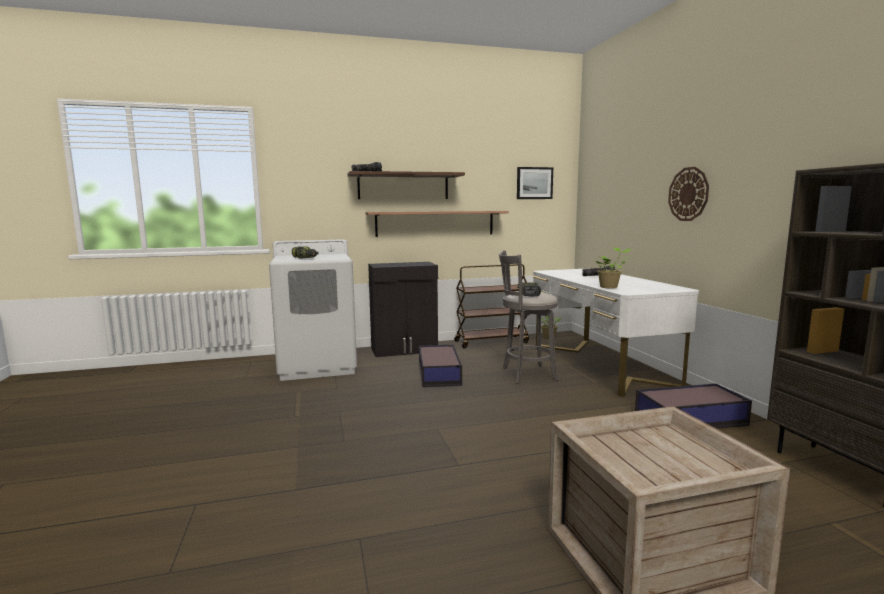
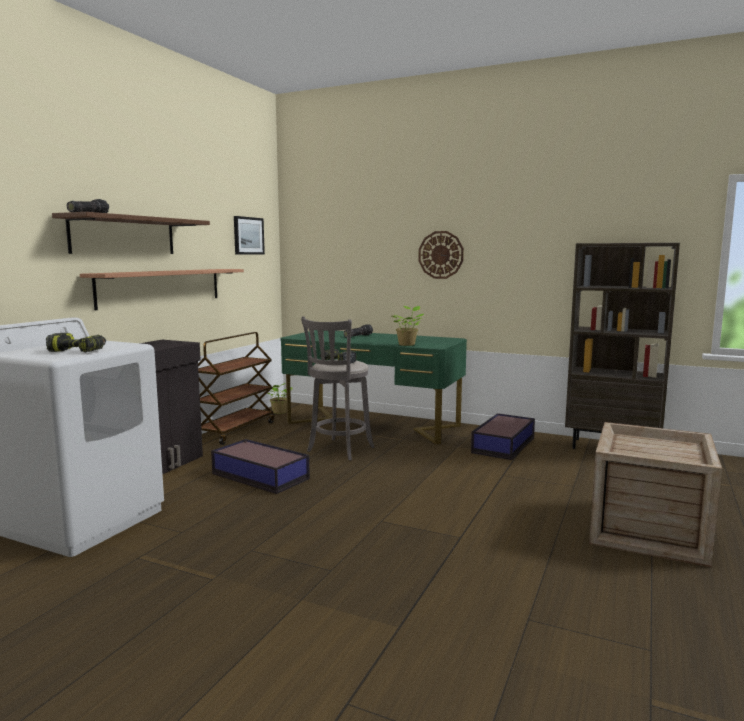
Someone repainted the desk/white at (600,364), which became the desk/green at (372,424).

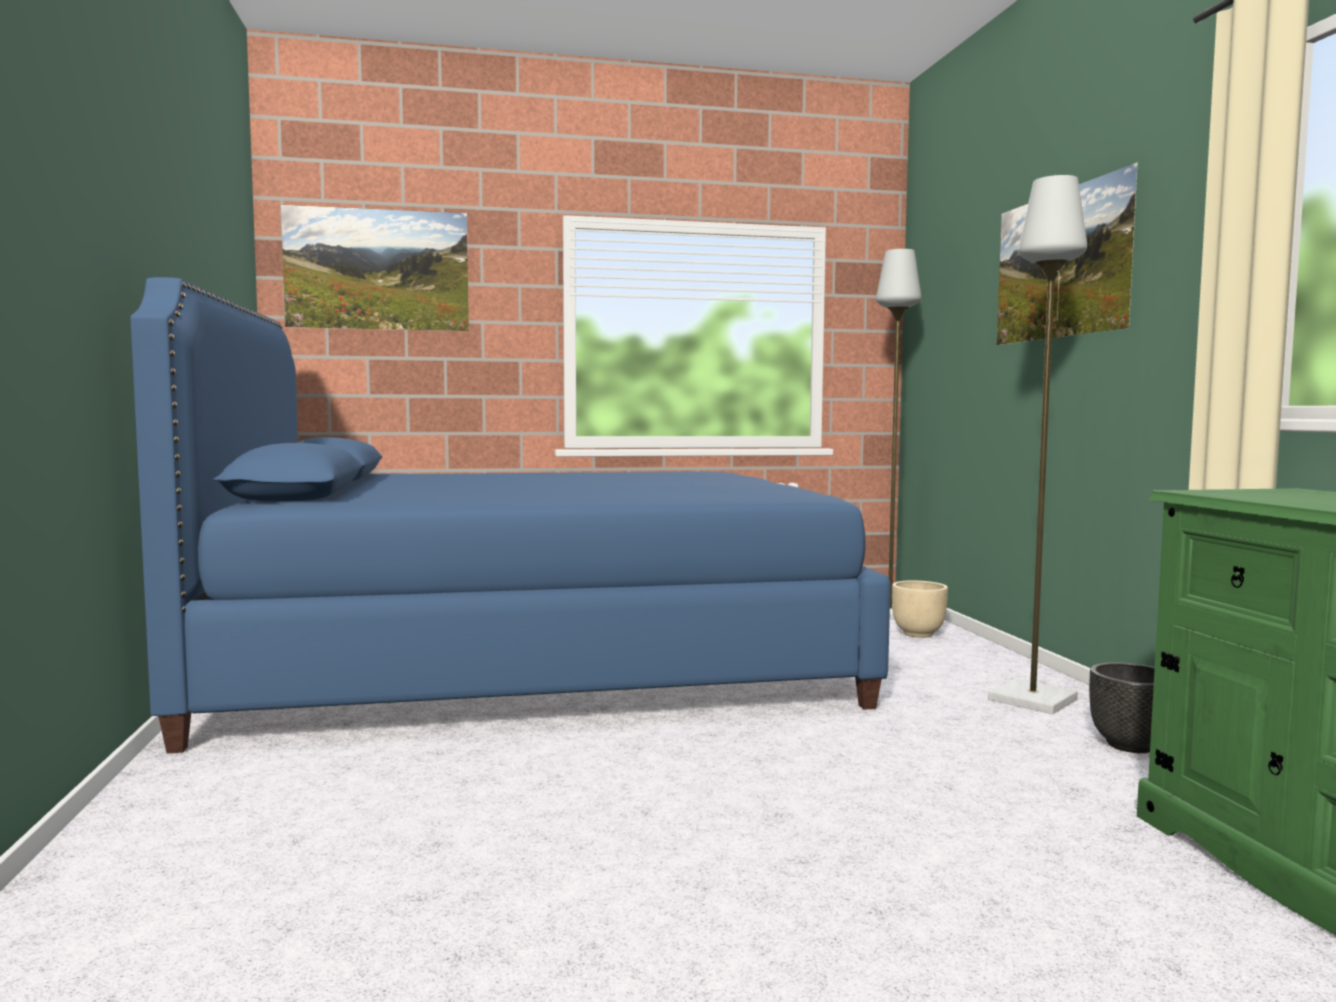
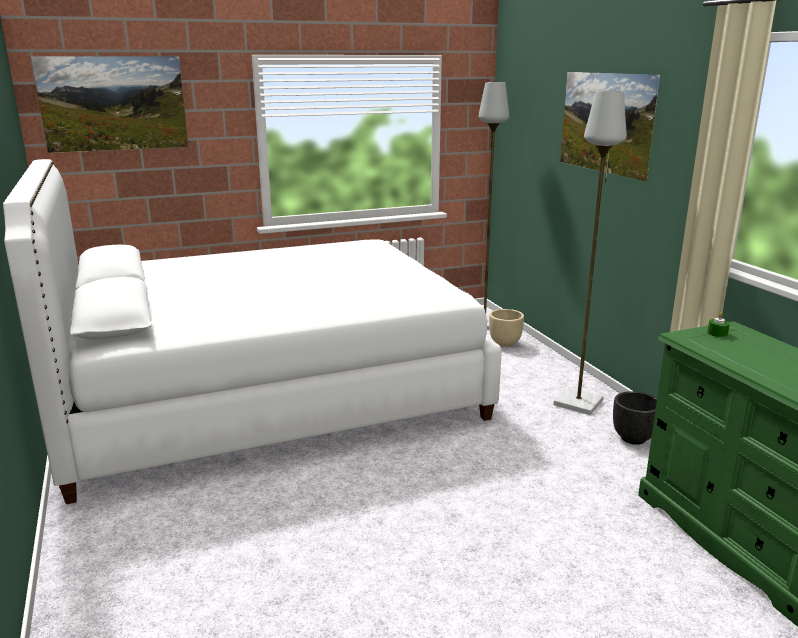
Someone repainted the bed/blue at (532,663), which became the bed/white at (269,393). Someone put down the candle/green at (717,333).

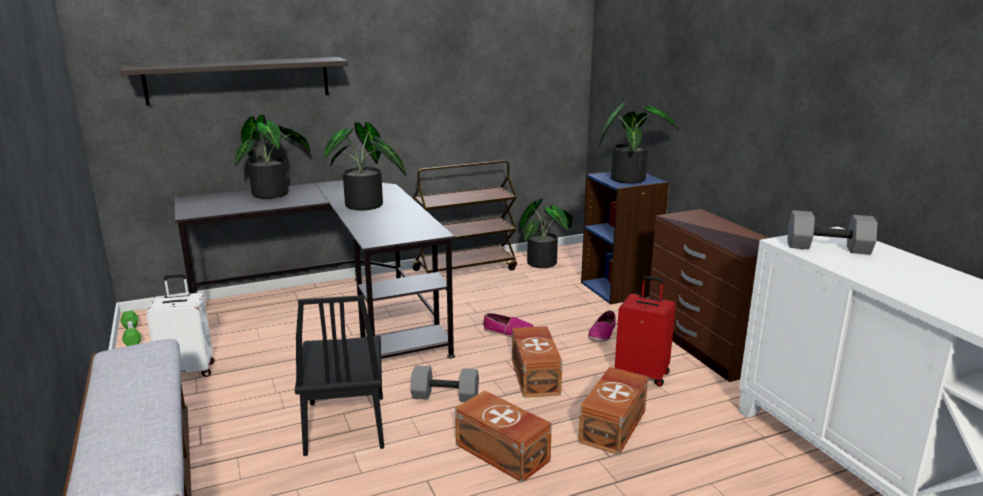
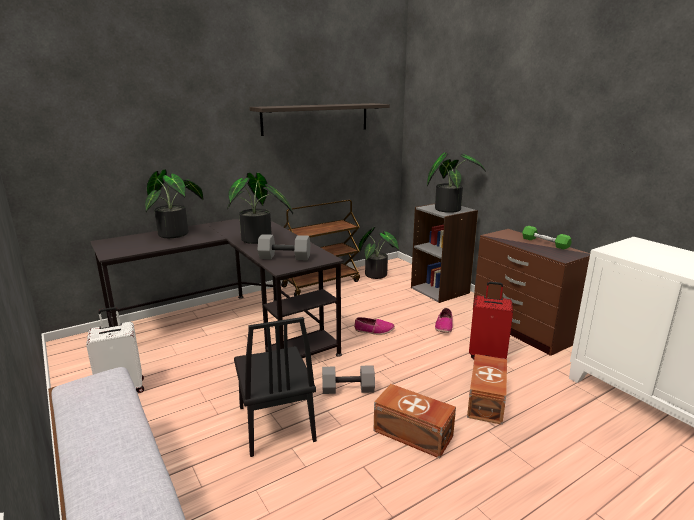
Someone carried the shelf from (239,80) to (316,118). Someone repainted the bookcase/blue at (620,288), which became the bookcase/grey at (440,290). Someone carried the dumbbell/grey from (828,247) to (285,257). Someone carried the dumbbell/green from (132,335) to (545,243). Someone took away the storage box/brown at (536,376).

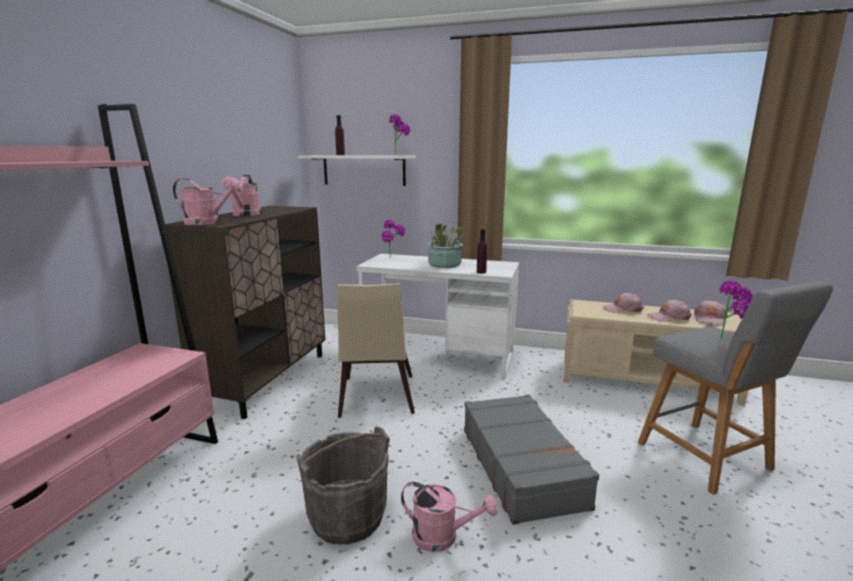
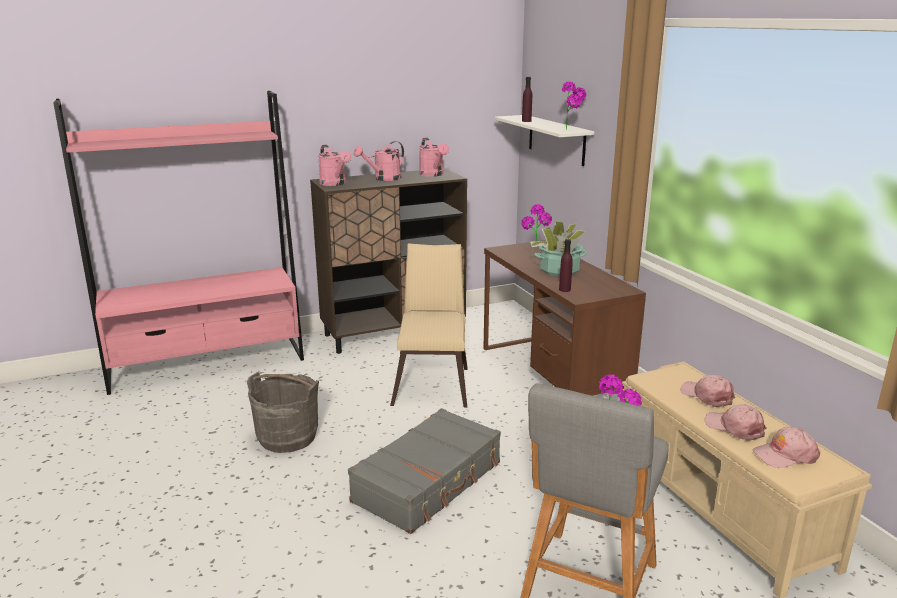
Someone repainted the desk/white at (439,356), which became the desk/brown at (551,376). Someone rotated the chair/beige at (376,399) by 135 degrees clockwise. Someone carried the watering can/pink from (443,537) to (433,175).

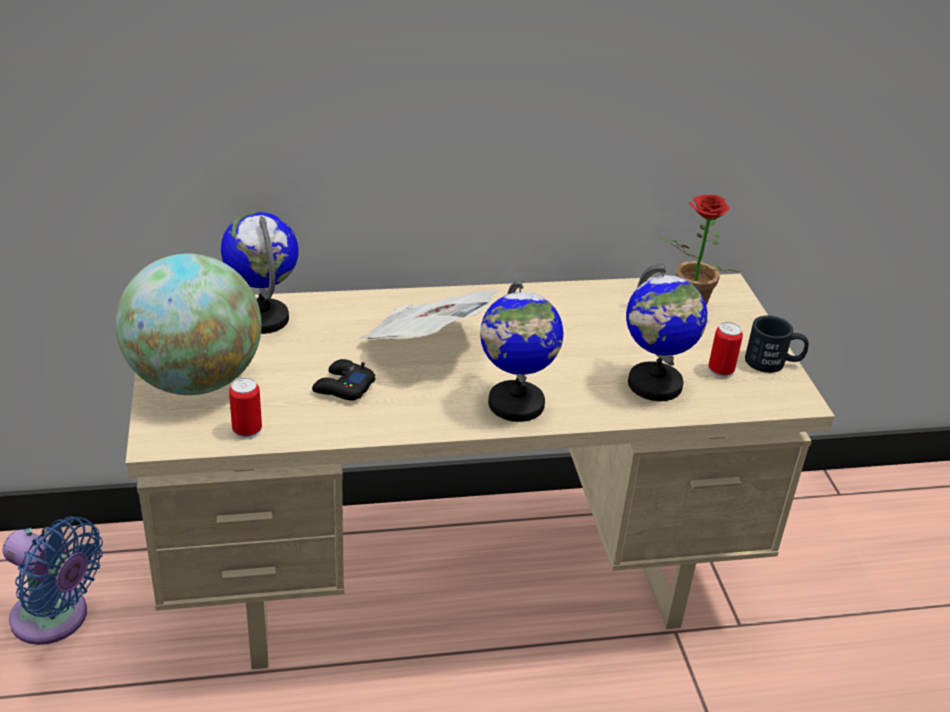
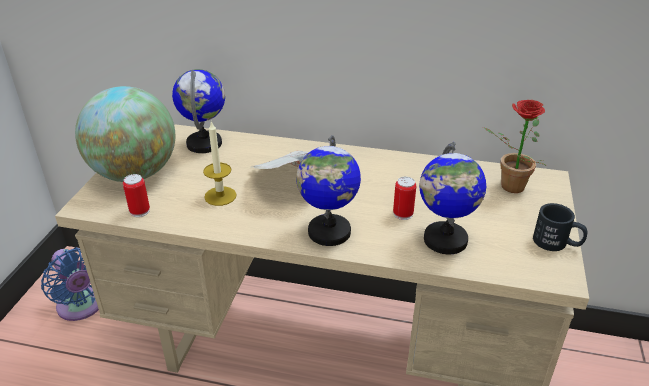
Someone carried the can from (720,370) to (403,214). Someone swapped the game controller/black at (343,387) for the candle at (220,196).

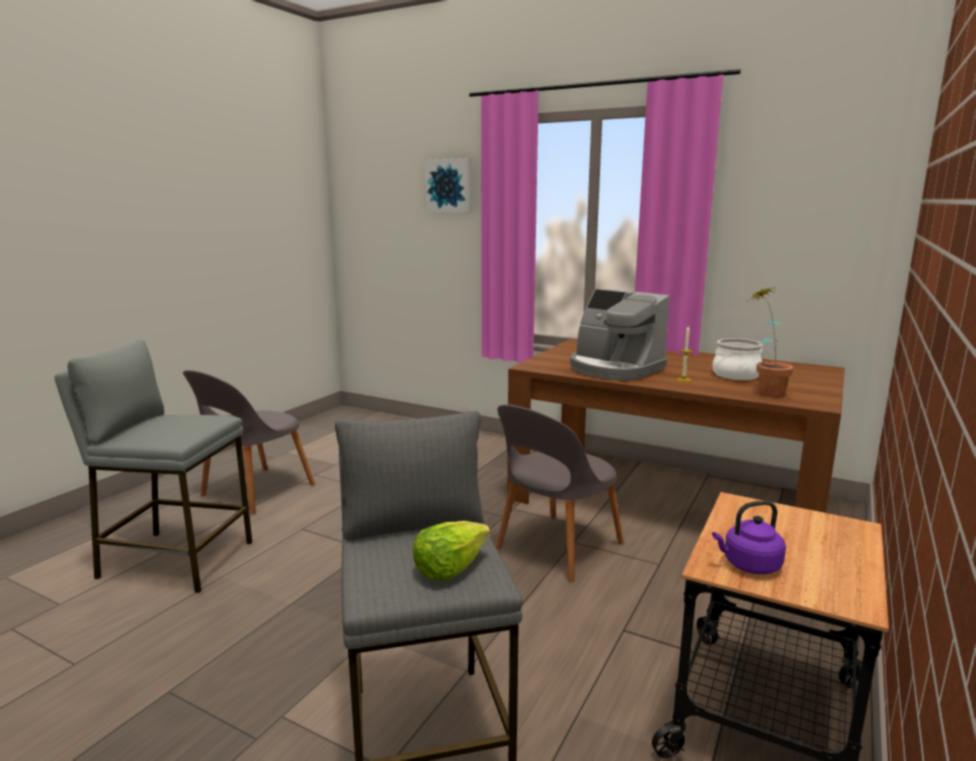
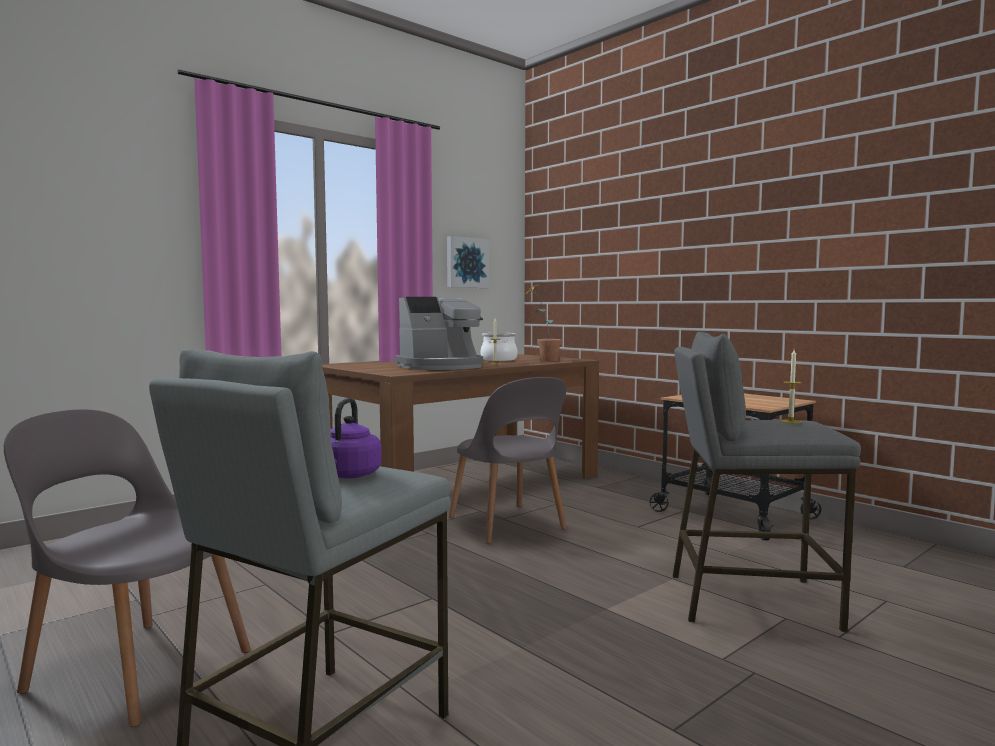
Someone carried the picture from (449,186) to (466,263). Someone rotated the chair/grey at (254,491) by 150 degrees clockwise. Someone carried the kettle/purple from (749,565) to (348,476). Someone swapped the lettuce at (449,567) for the candle at (790,421).

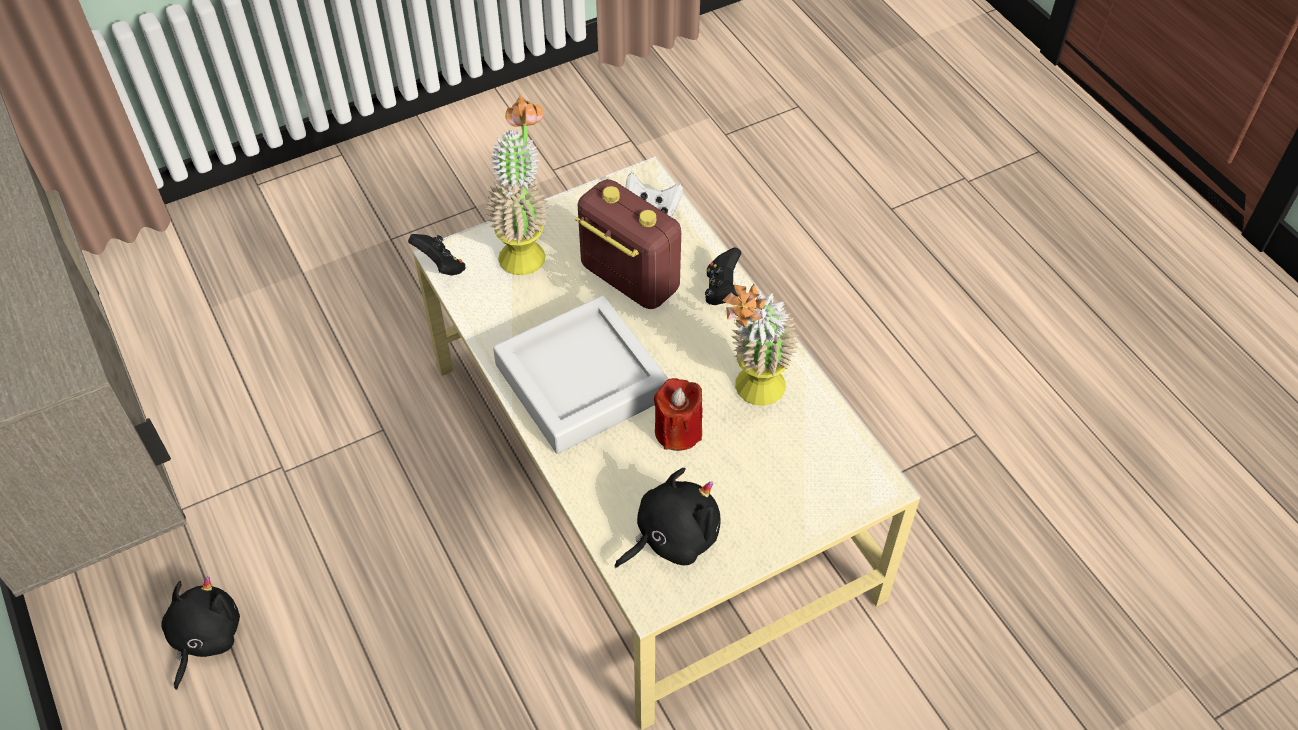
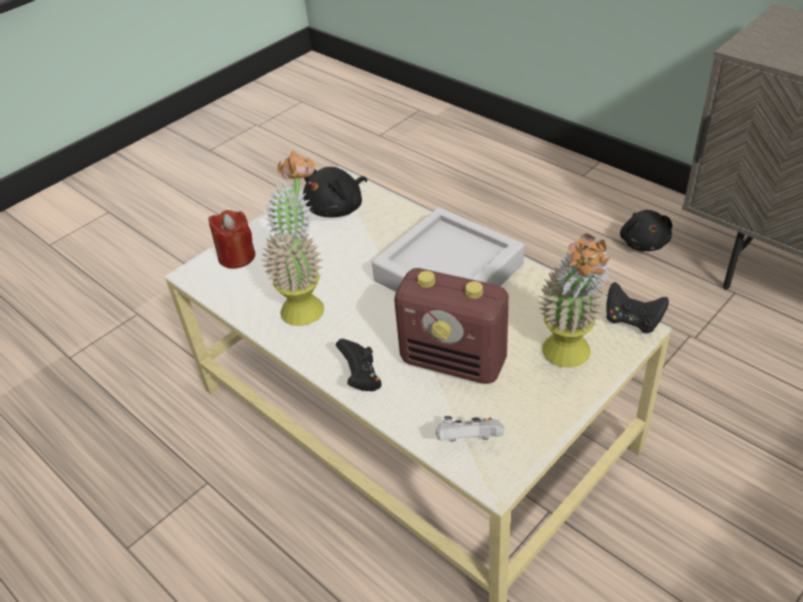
Someone carried the candle/red from (678,431) to (237,256).

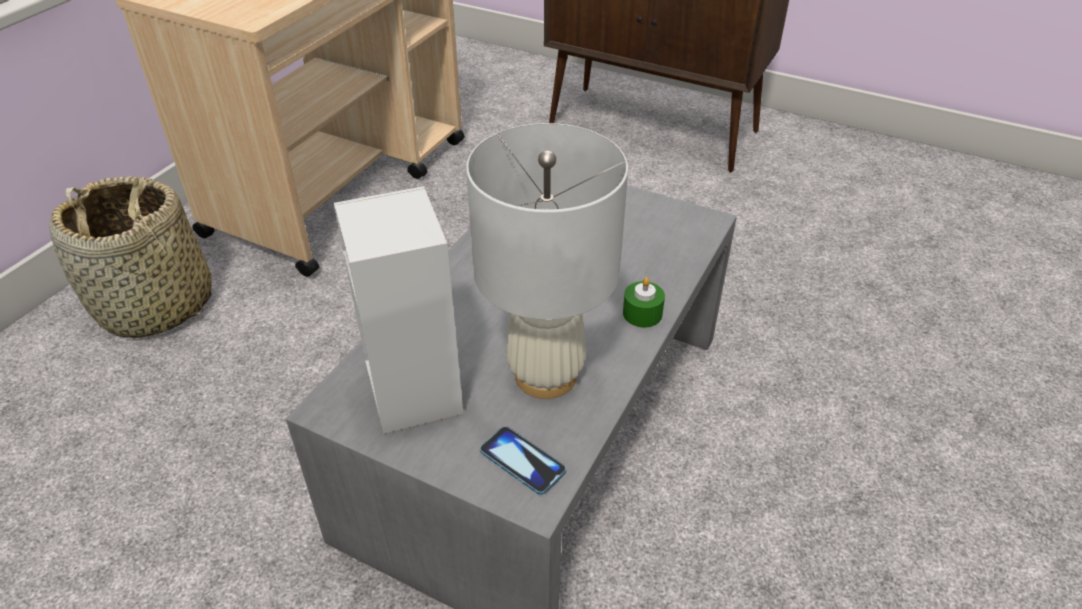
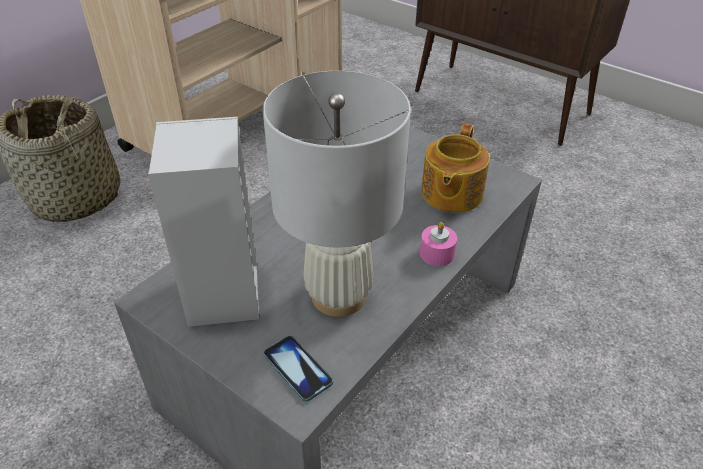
Someone repainted the candle/green at (642,313), which became the candle/pink at (437,253). Someone put down the teapot at (450,194).

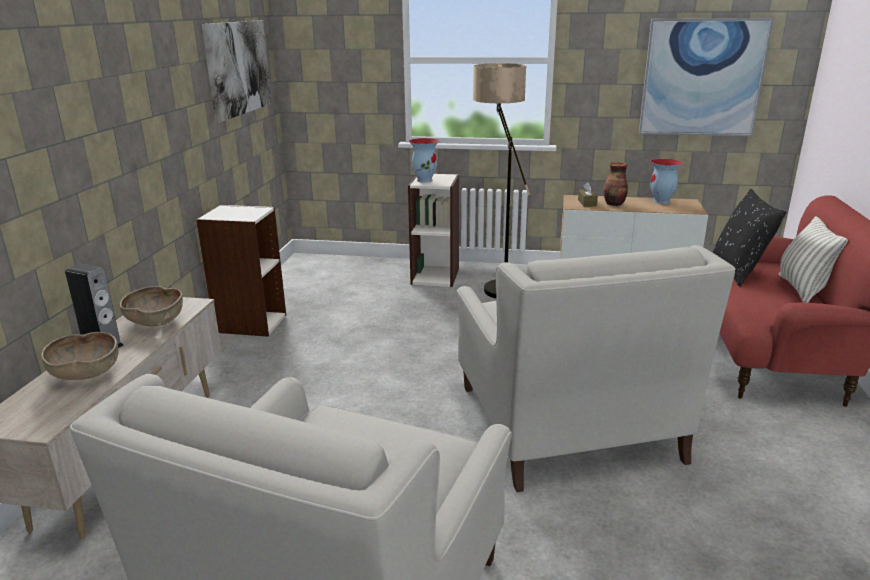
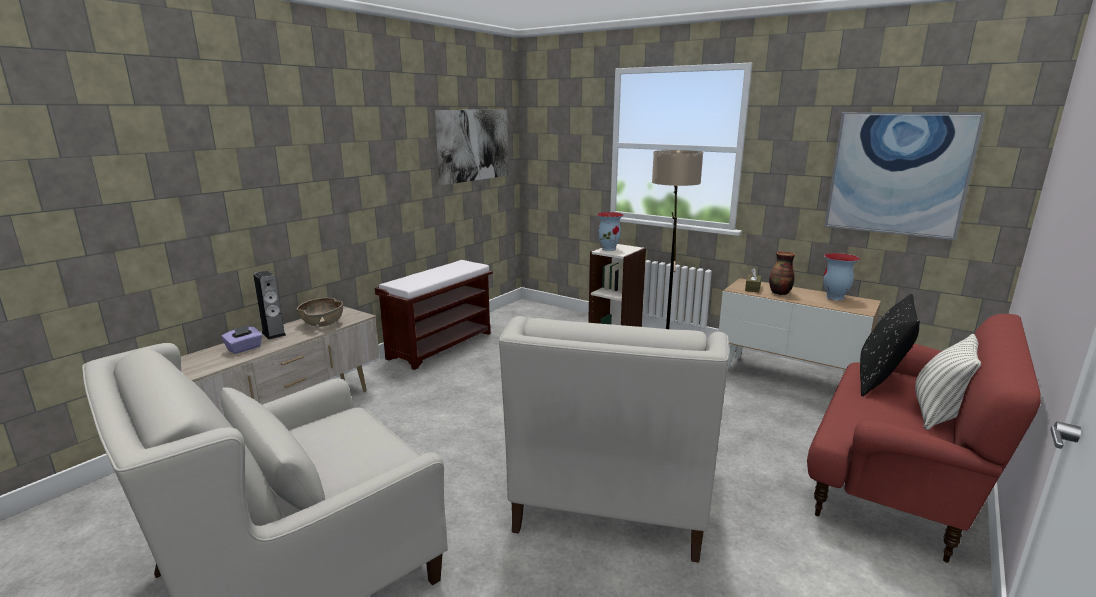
Someone swapped the bookcase at (250,323) for the bench/brown at (441,345). Someone swapped the bowl/brown at (86,373) for the tissue box/purple at (244,348).

